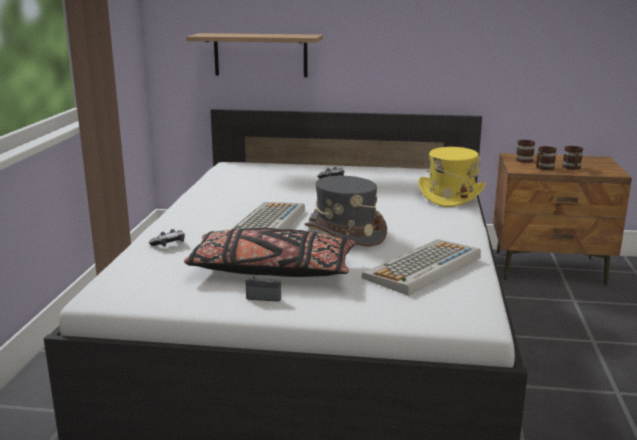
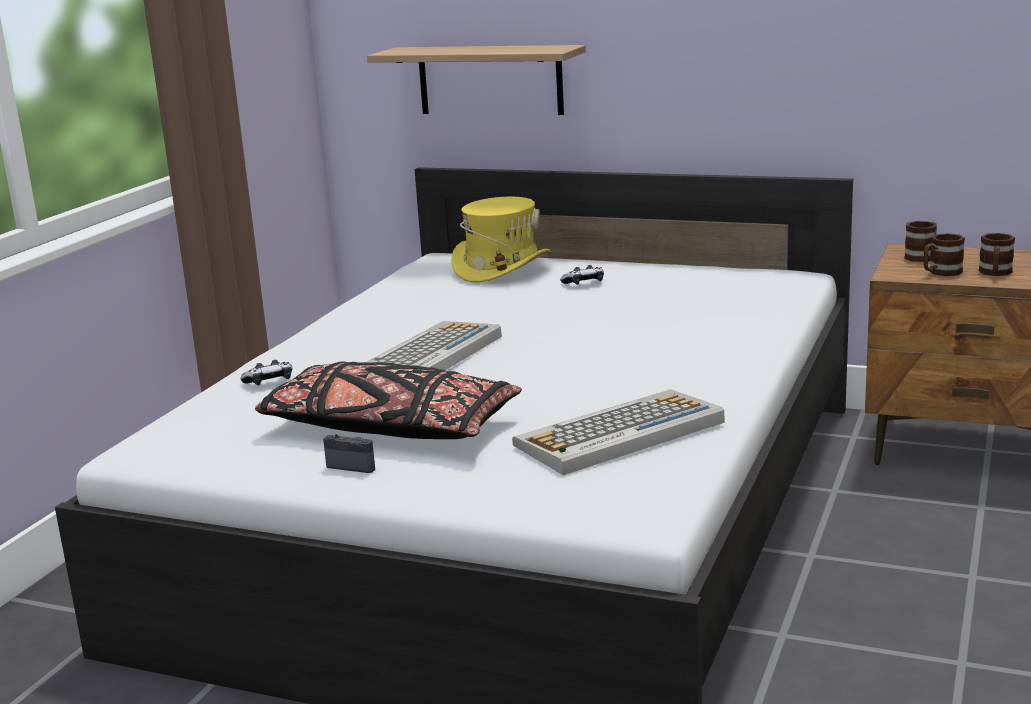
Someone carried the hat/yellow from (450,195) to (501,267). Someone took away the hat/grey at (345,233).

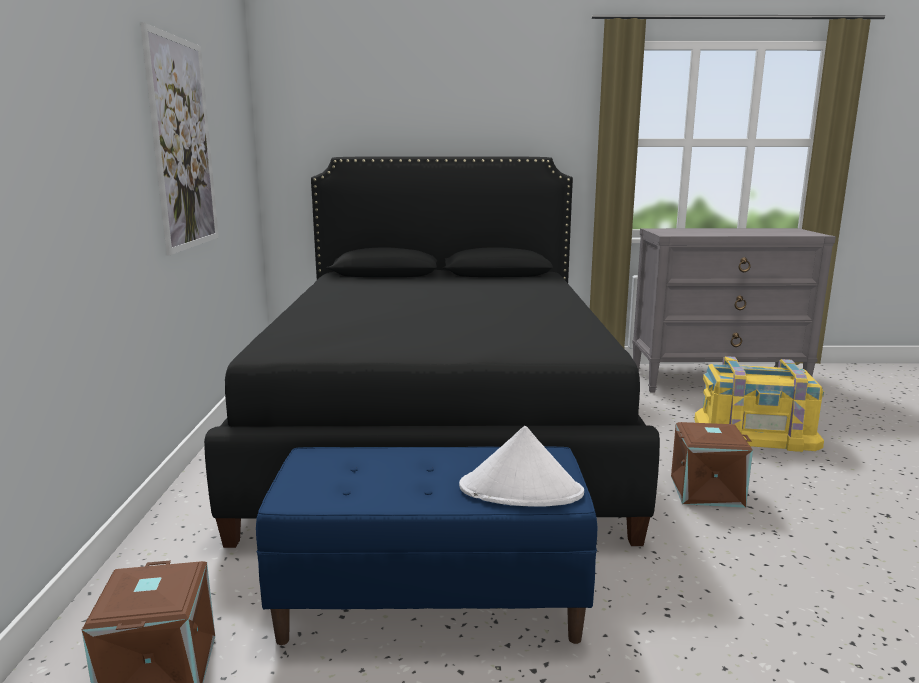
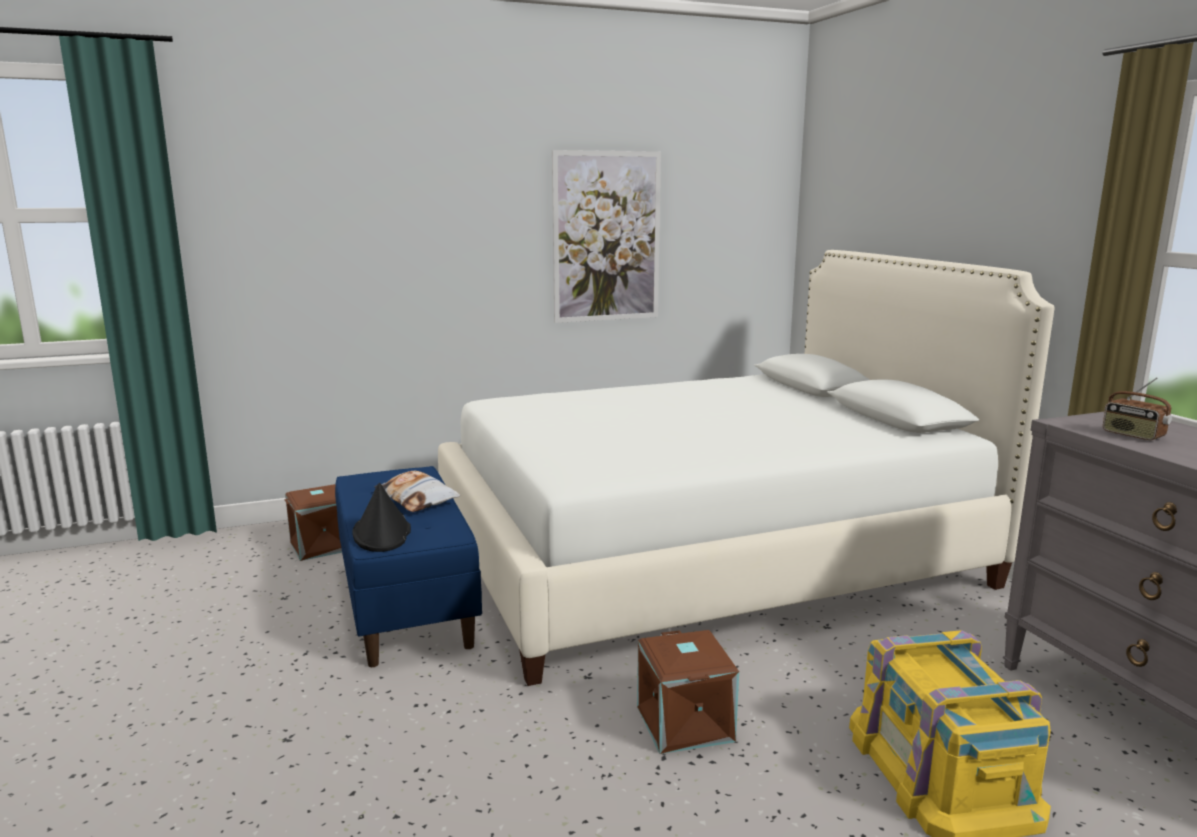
Someone repainted the bed/black at (440,430), which became the bed/white at (706,554). Someone repainted the hat/white at (521,490), which became the hat/black at (382,533). Someone put down the radio at (1132,435). Someone put down the pillow at (417,498).

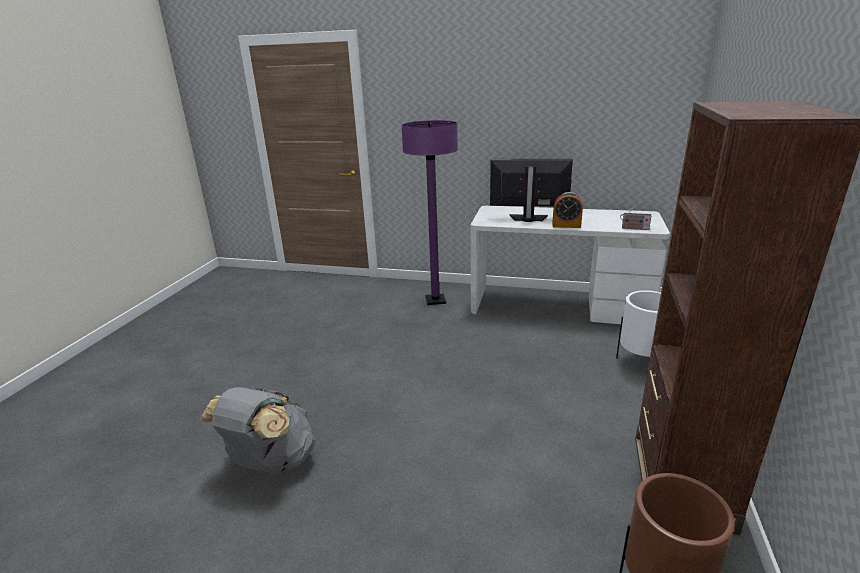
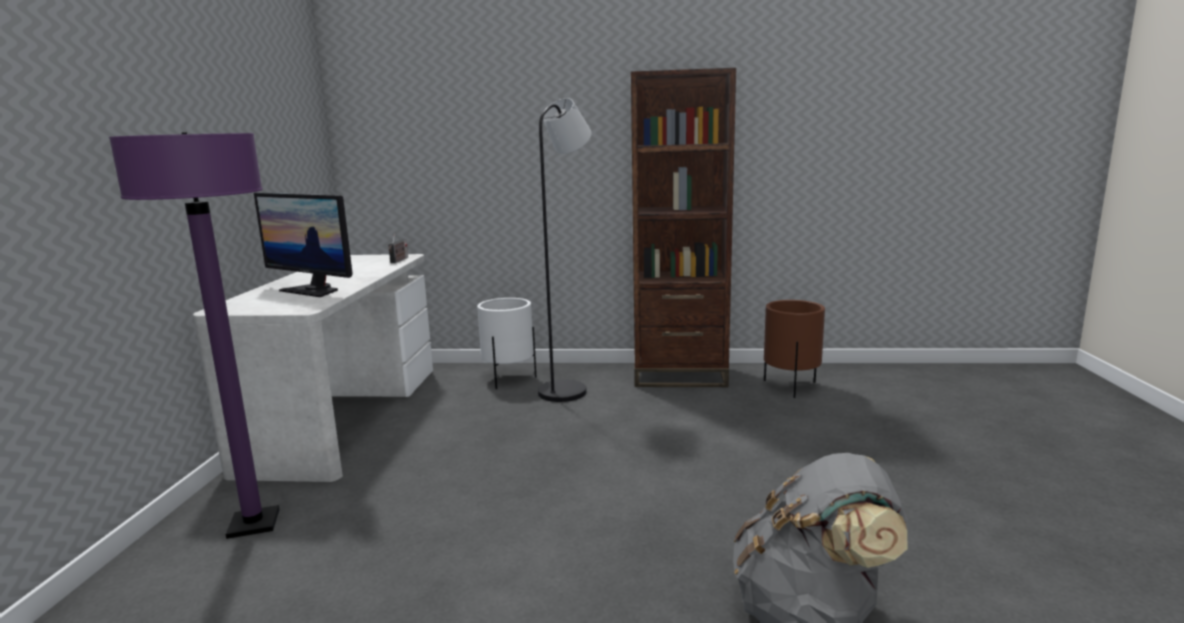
Someone rotated the monitor at (528,218) by 60 degrees counterclockwise. Someone took away the alarm clock at (566,225). Someone put down the floor lamp/black at (568,389).

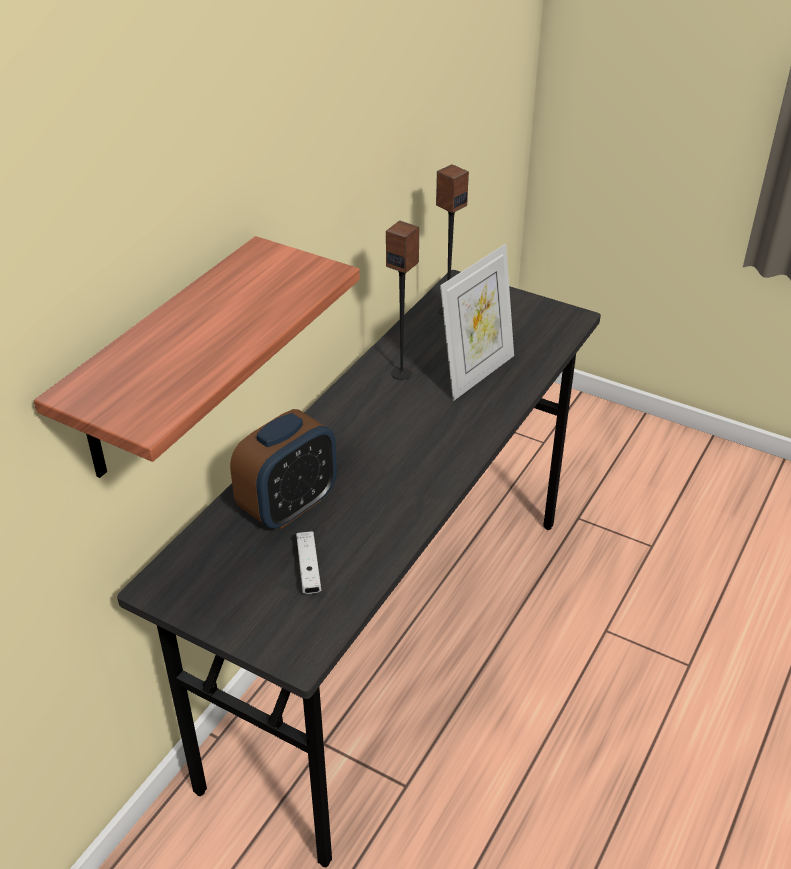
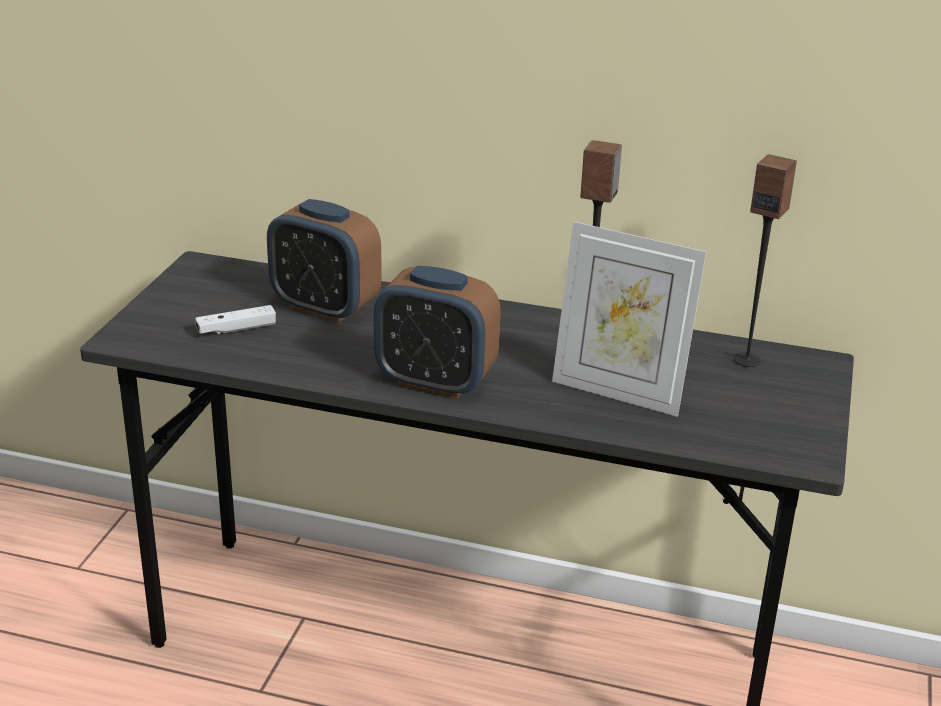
Someone took away the shelf at (164,362). Someone put down the alarm clock at (435,381).

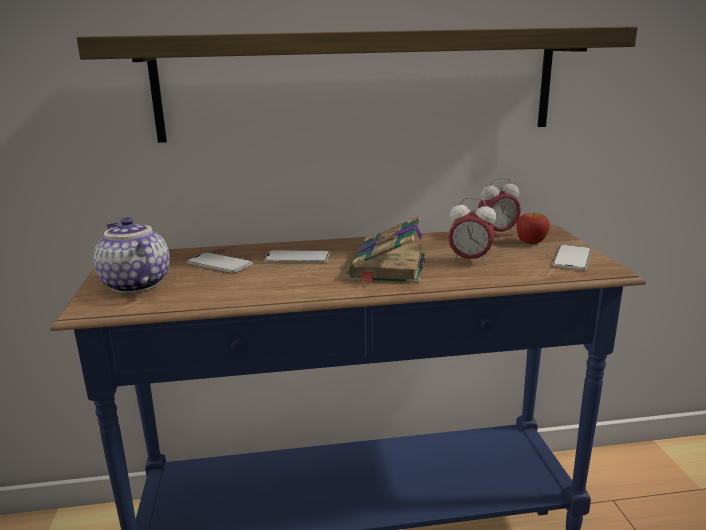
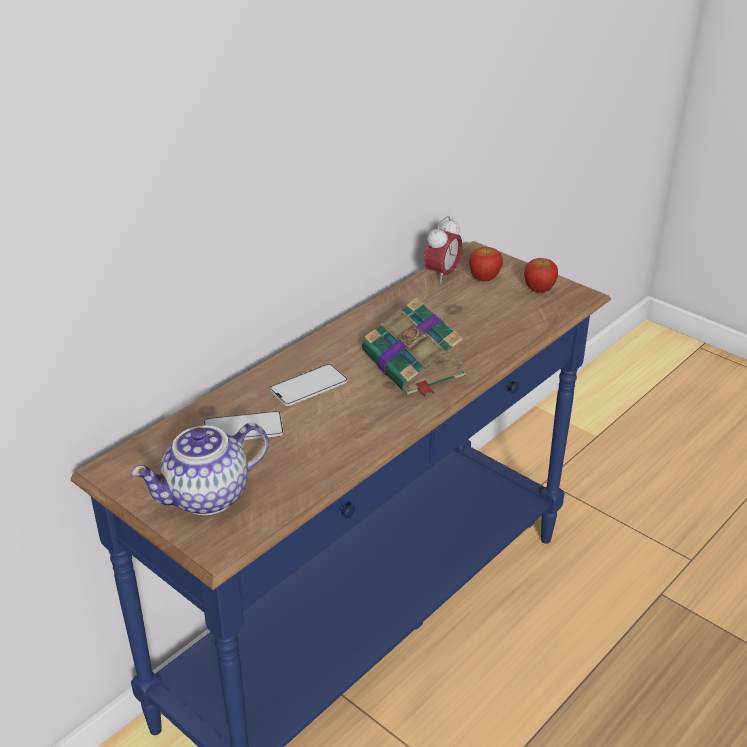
Someone took away the shelf at (358,84). Someone took away the alarm clock at (470,261). Someone rotated the teapot at (134,284) by 45 degrees counterclockwise. Someone swapped the phone at (572,258) for the apple at (539,289).

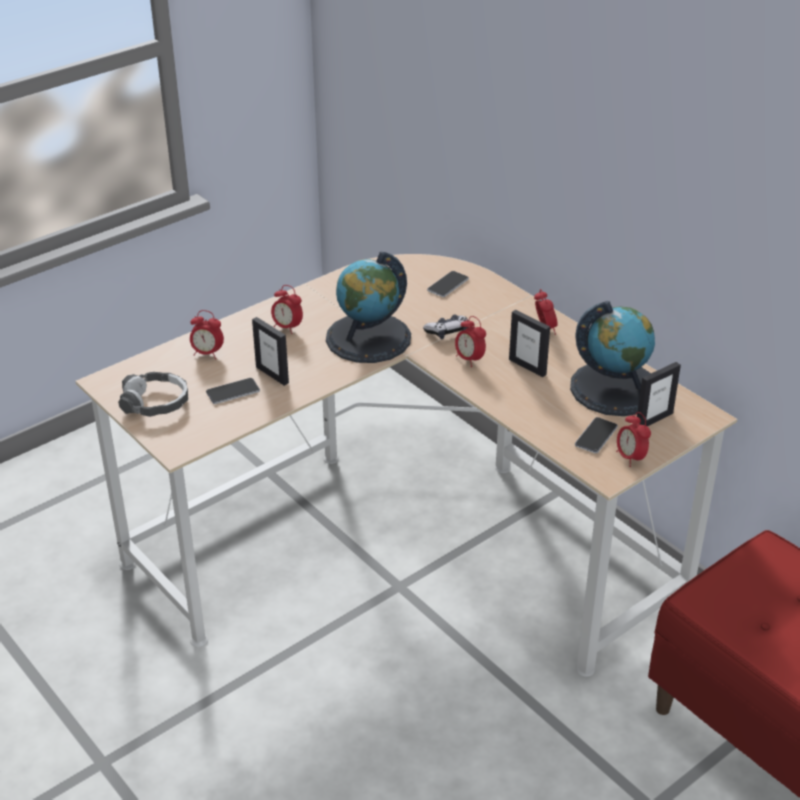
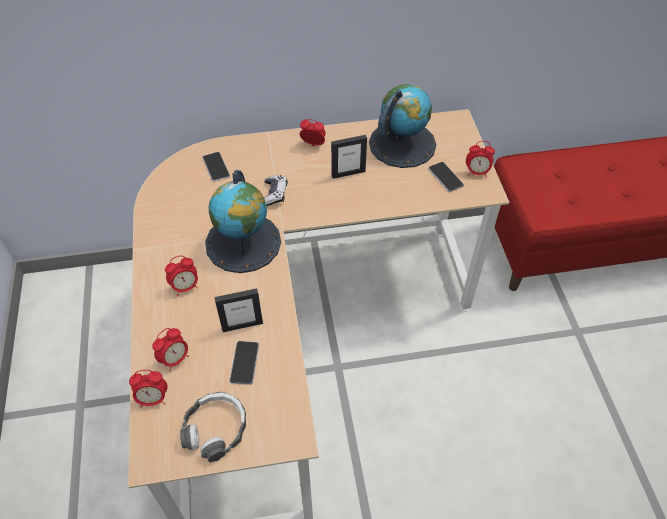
Someone carried the alarm clock from (469,359) to (153,399). Someone took away the picture frame at (653,420).

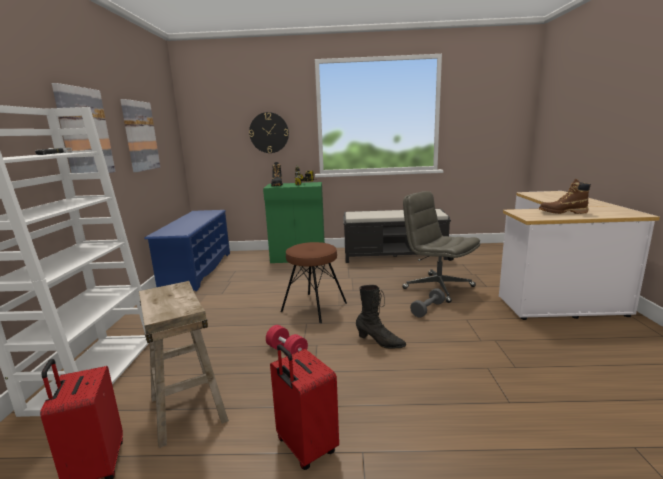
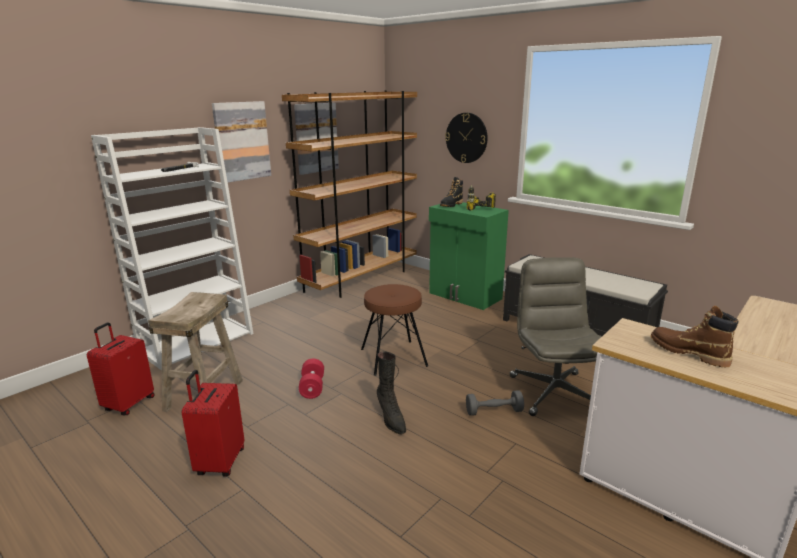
Someone swapped the shoe rack/blue at (197,270) for the bookcase/brown at (361,279).

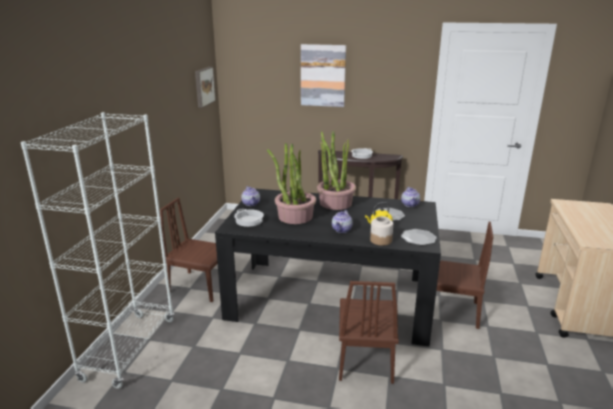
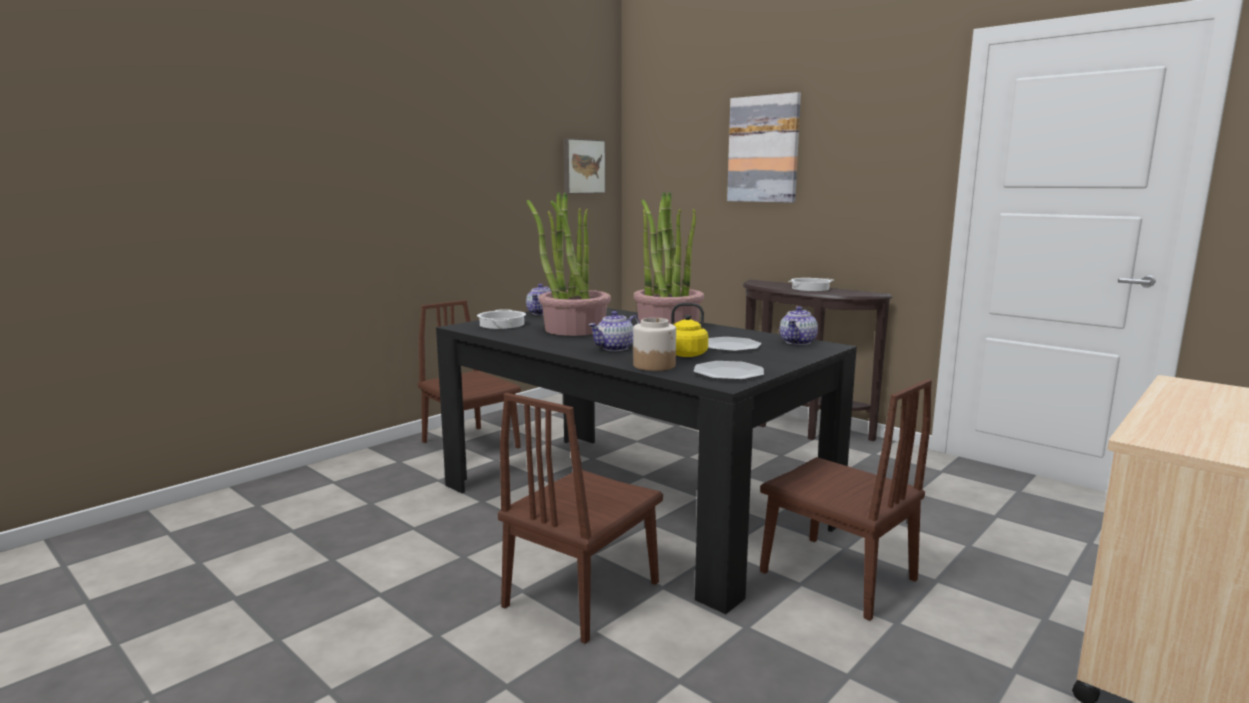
Someone took away the bookcase/white at (129,349).

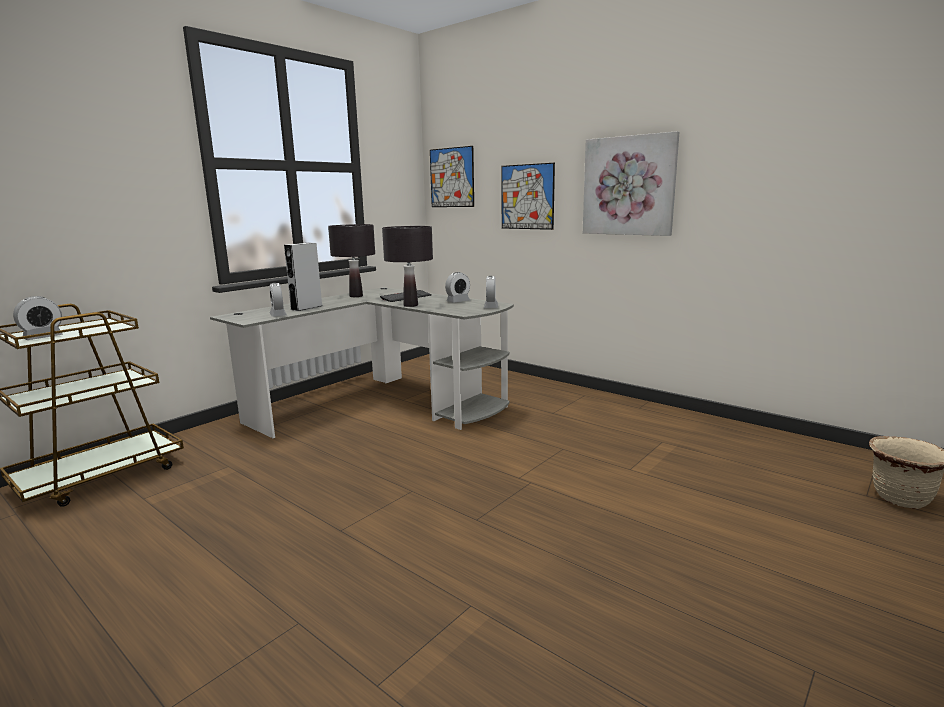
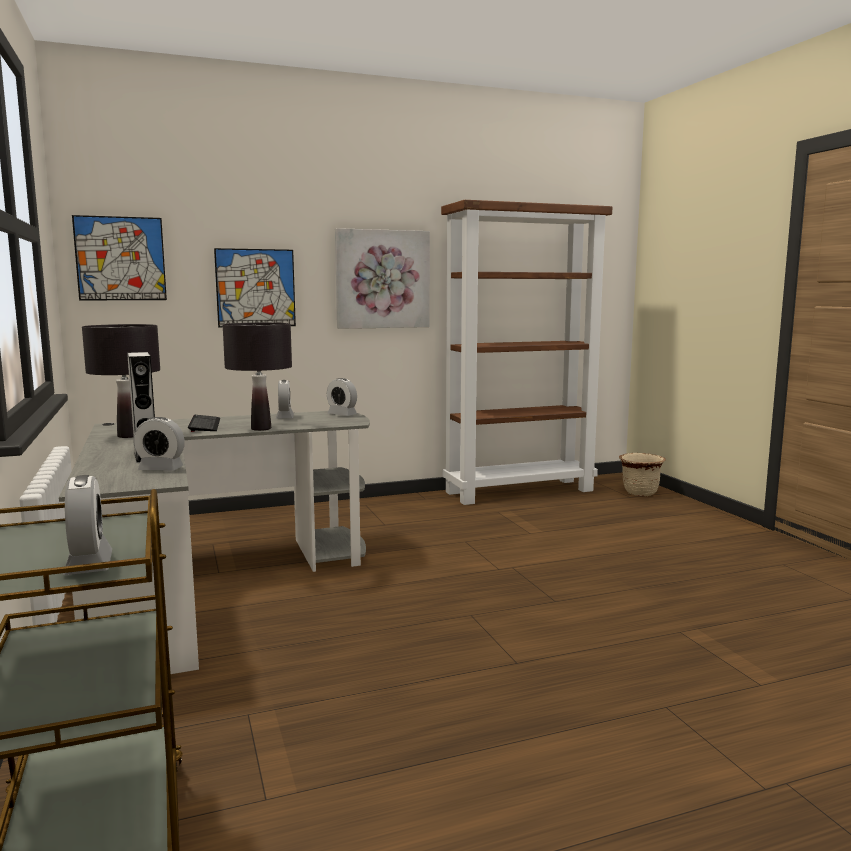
Someone put down the bookcase/brown at (520,491).

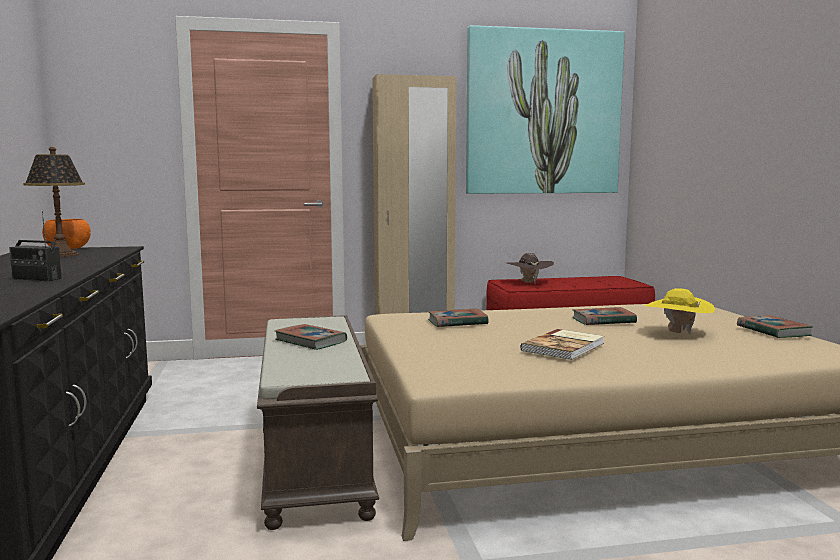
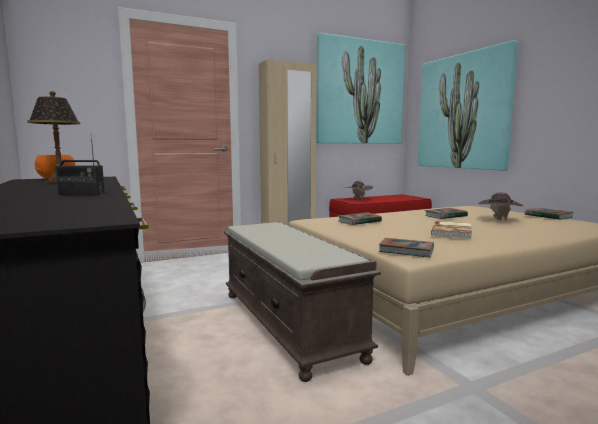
Someone repainted the hat/yellow at (677,333), which became the hat/brown at (498,220). Someone carried the book from (311,341) to (406,251). Someone put up the picture at (463,112).

